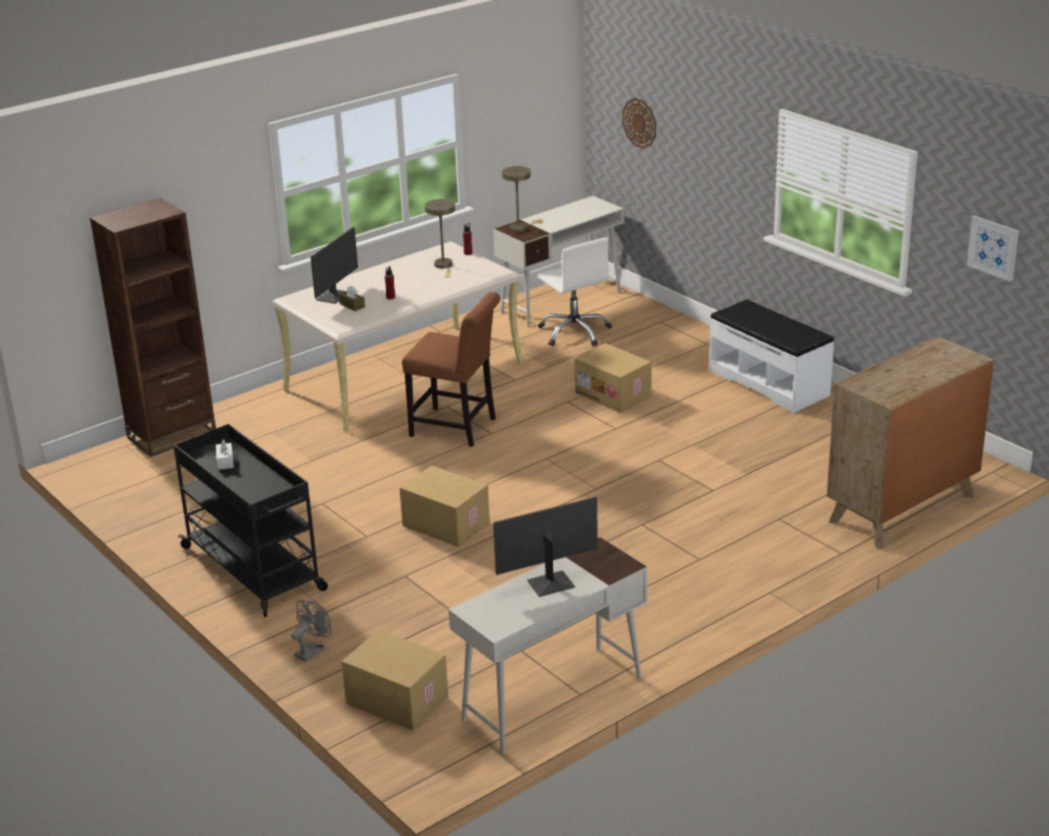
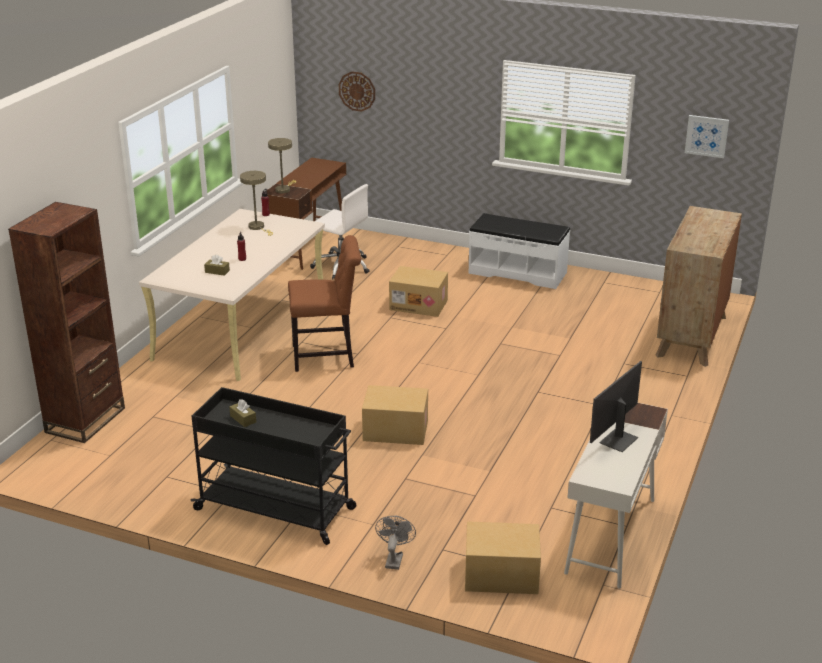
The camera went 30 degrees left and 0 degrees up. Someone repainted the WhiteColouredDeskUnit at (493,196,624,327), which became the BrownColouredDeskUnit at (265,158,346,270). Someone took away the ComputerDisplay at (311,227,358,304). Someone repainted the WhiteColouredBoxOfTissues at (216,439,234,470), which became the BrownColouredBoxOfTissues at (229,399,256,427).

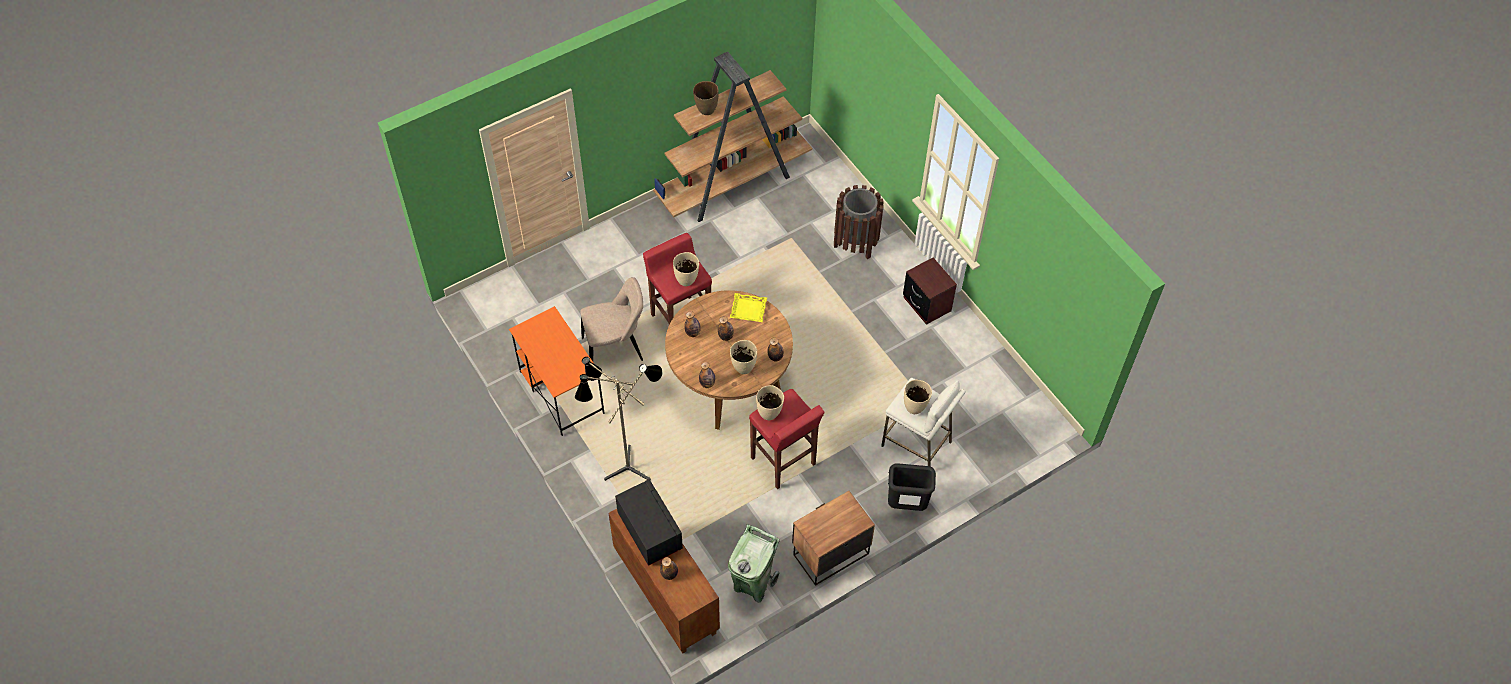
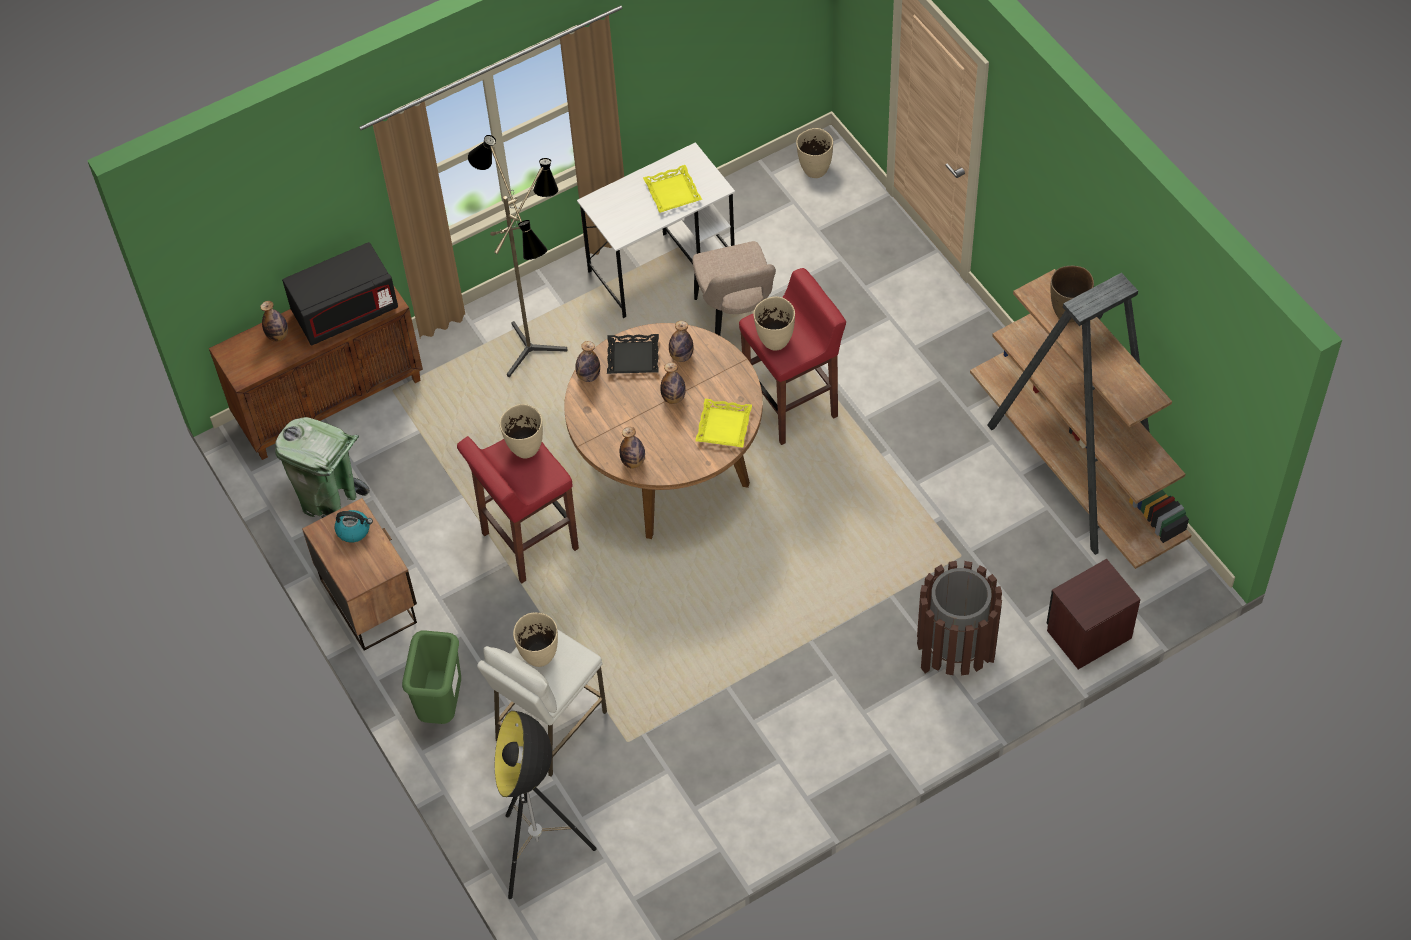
The camera went 95 degrees right and 0 degrees up. Someone carried the BrownColouredNightTable from (903,258,957,325) to (1047,559,1141,669). Someone repainted the OrangeColouredDeskUnit at (509,306,605,436), which became the WhiteColouredDeskUnit at (577,142,735,318). Someone carried the SandColouredDecorativeVase from (730,340,757,374) to (796,128,833,178). Someone repainted the BlackRubbishBin at (888,463,936,511), which became the GreenColouredRubbishBin at (402,631,461,724). Someone put down the YellowColouredTray at (643,165,702,213). Someone put down the BlackTray at (607,334,659,374). Someone put down the TeaKettle at (335,510,373,543). Someone put down the StandingLamp at (495,711,597,899).

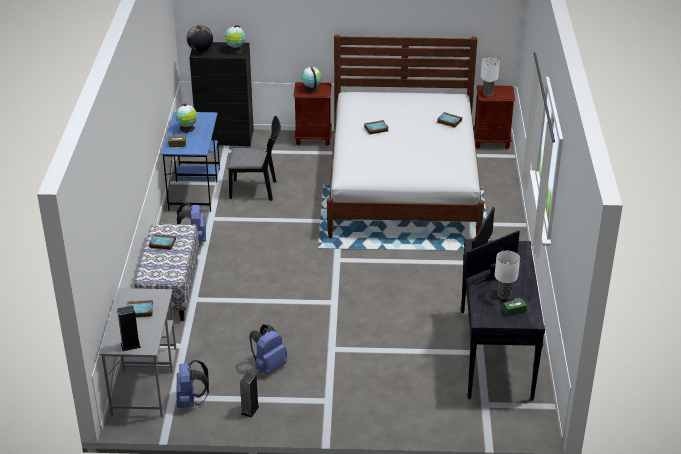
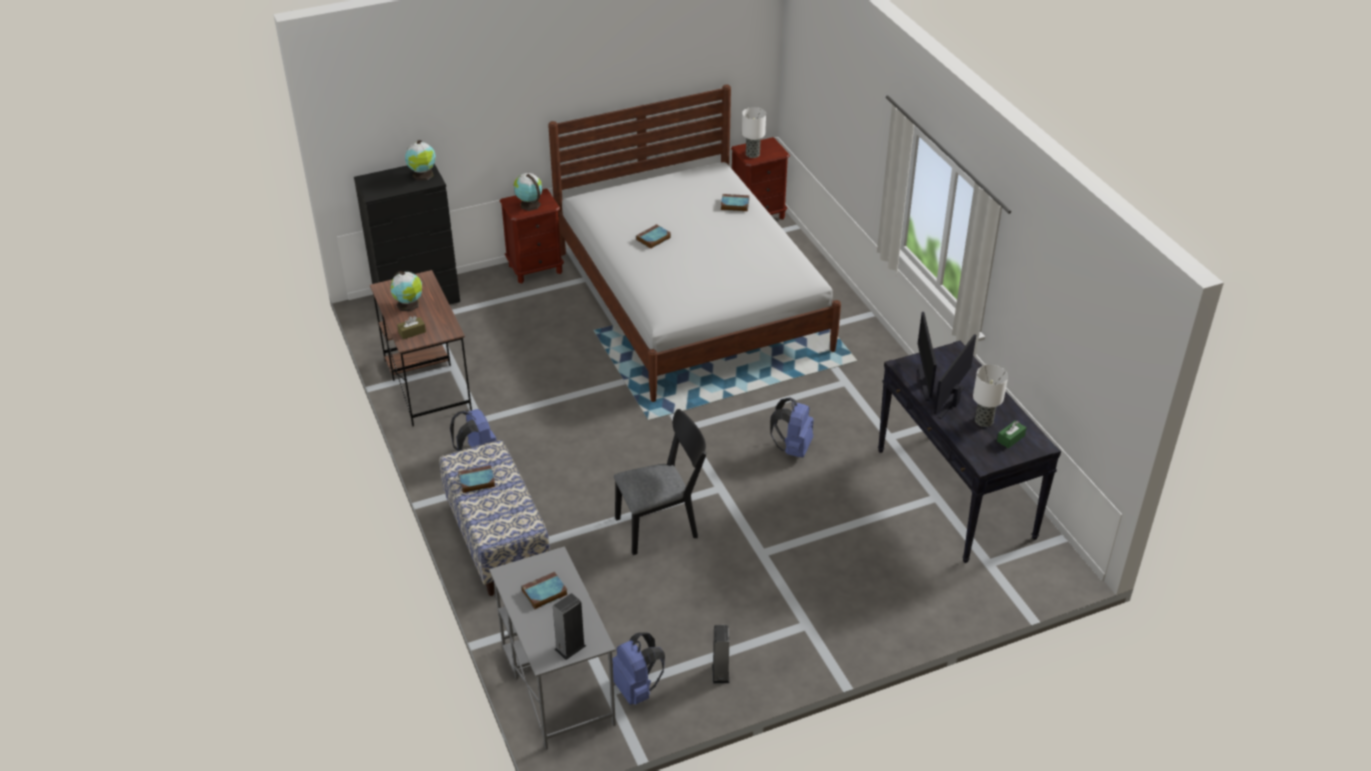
The camera went 25 degrees left and 5 degrees up. Someone took away the WorldGlobe at (187,25,213,52). Someone repainted the BlueDeskUnit at (161,112,220,212), which became the BrownColouredDeskUnit at (370,270,472,426). Someone carried the BlackChair from (227,116,281,201) to (614,409,706,555). Someone carried the BlueKnapsack from (249,324,287,375) to (770,397,814,458).

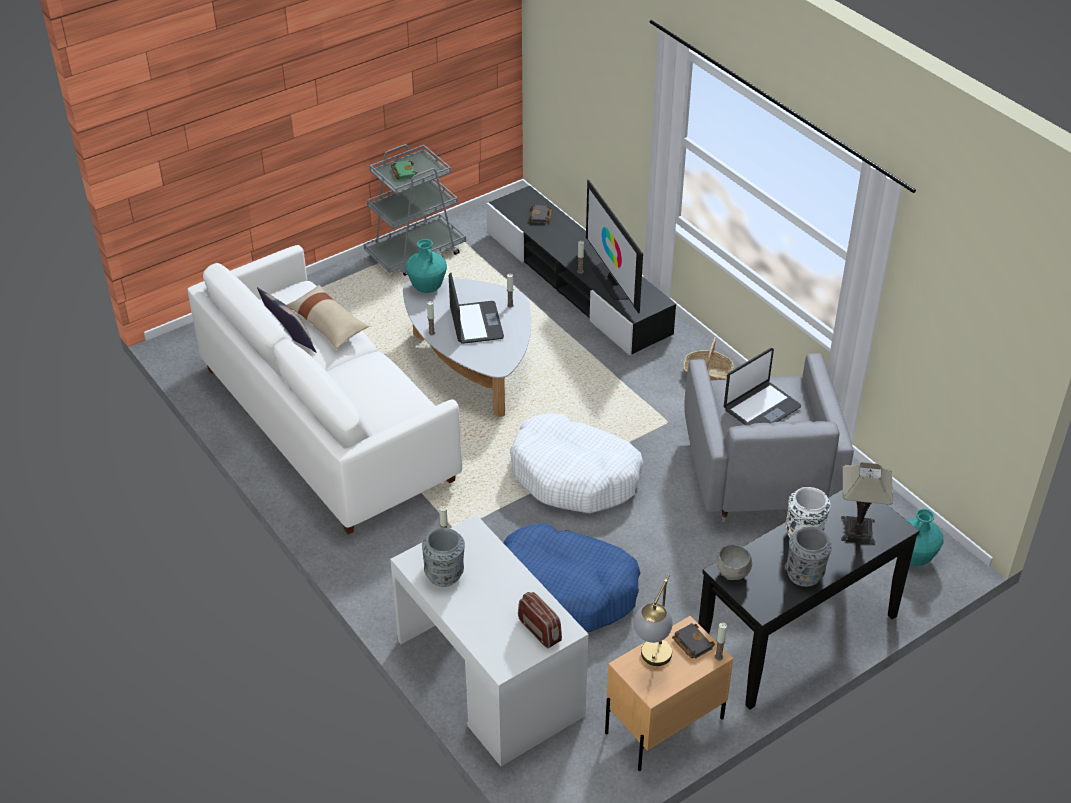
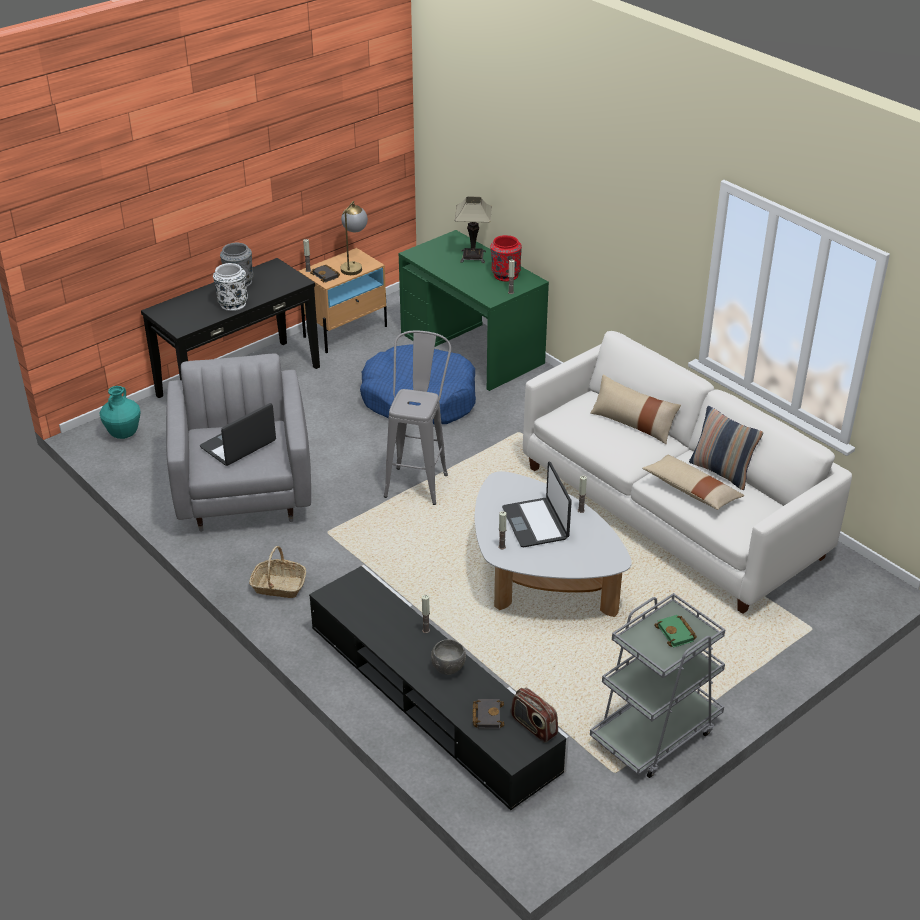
The camera went 175 degrees right and 5 degrees down. Someone took away the Television at (586,180,643,313). Someone took away the TurquoiseDecorativeVase at (406,239,447,293). Someone swapped the WhiteColouredPetBed at (510,413,643,513) for the GreySittingStool at (384,330,451,505). Someone carried the TabletopLamp from (841,462,893,544) to (454,196,492,263). Someone repainted the WhiteColouredDeskUnit at (390,515,589,766), which became the GreenColouredDeskUnit at (399,230,549,391). Someone repainted the GreyDecorativeVase at (422,528,465,587), which became the ReddishDecorativeVase at (490,235,522,281). Someone carried the GreyBowl from (716,545,752,580) to (431,639,466,675). Someone carried the RadioReceiver from (518,592,562,648) to (511,688,558,743). Someone put down the SandColouredThrowPillow at (591,375,681,444).

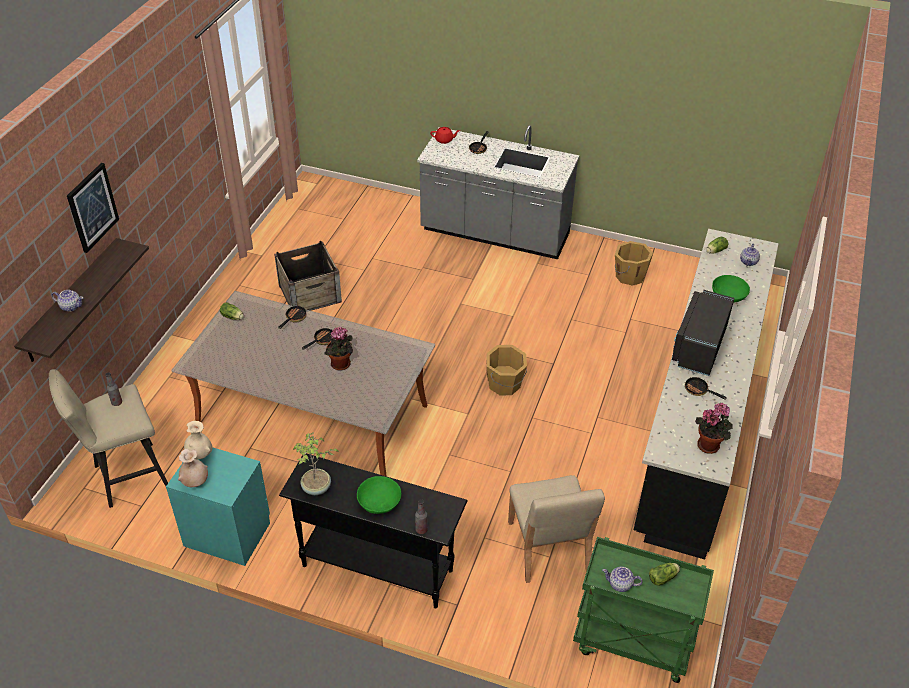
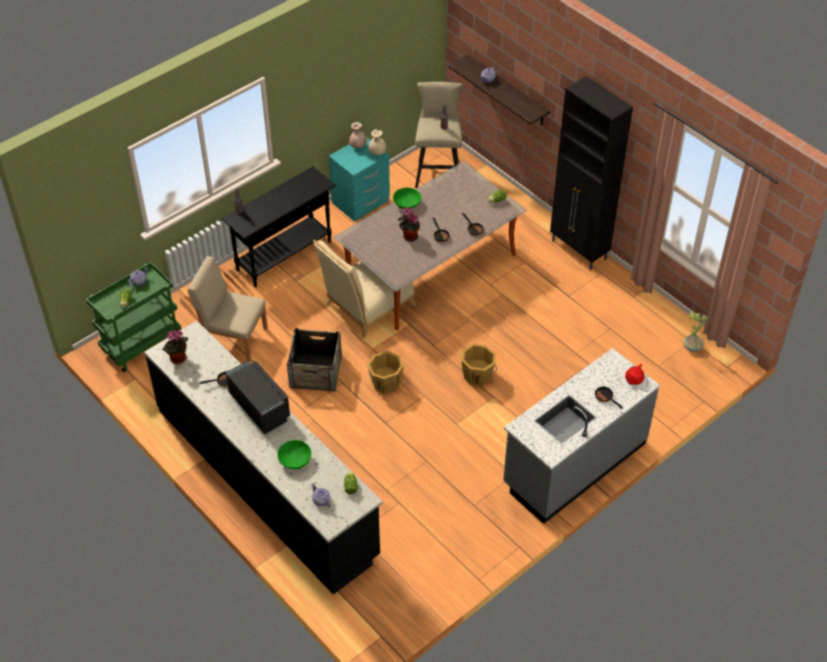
The camera went 120 degrees right and 5 degrees up. Someone took away the WallPicture at (67,163,119,253). Someone carried the PackingCrate from (274,241,342,311) to (287,328,342,392). Someone carried the OrangeColouredWaterBucket from (615,241,653,286) to (461,343,497,386). Someone carried the Houseplant from (293,432,339,495) to (684,311,709,352). Someone carried the GreenColouredBowl from (357,476,401,514) to (393,188,421,209). Someone put down the BlackStorageCabinet at (550,76,633,270). Someone put down the SandColouredChair at (313,240,416,338).

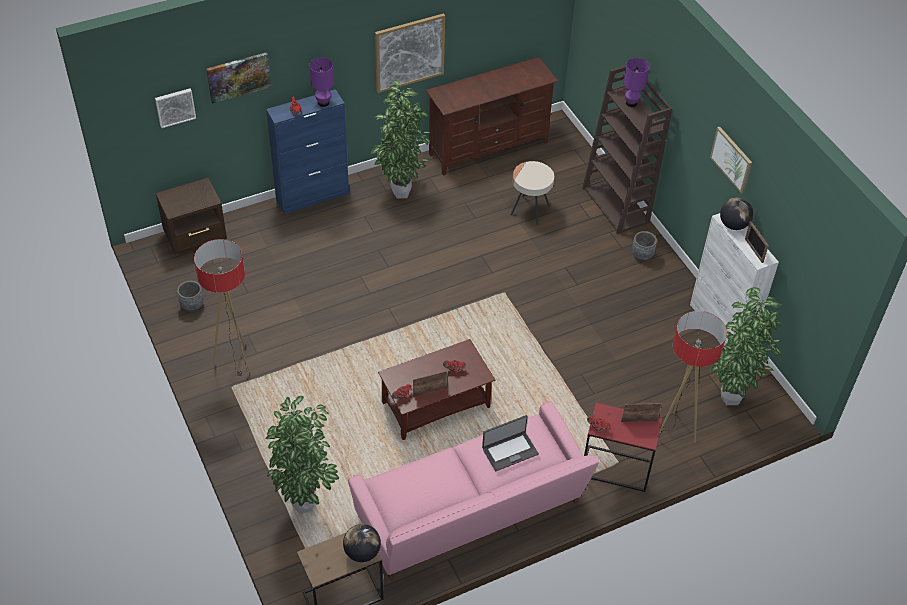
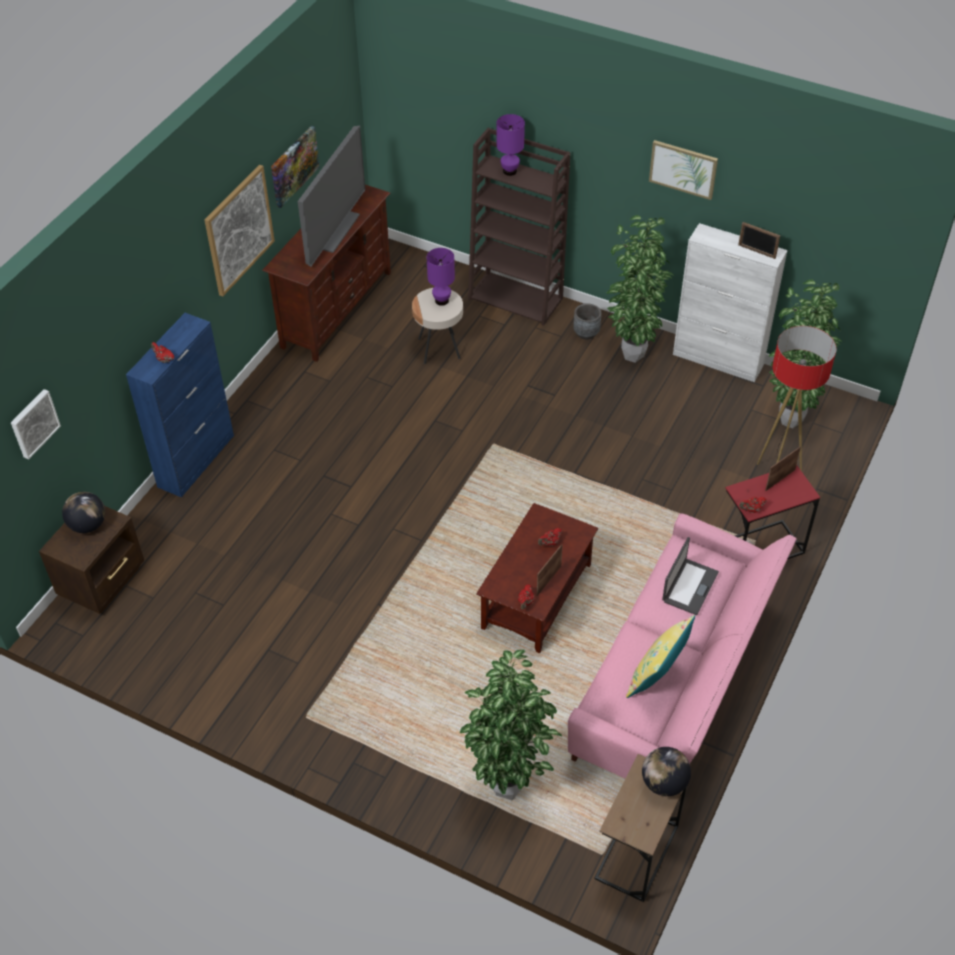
The camera went 35 degrees left and 0 degrees up. Someone carried the WallPicture from (206,52,271,104) to (271,126,320,208). Someone carried the PurpleTabletopLamp from (309,57,334,107) to (427,248,455,306). Someone carried the Houseplant from (371,80,431,199) to (607,215,674,363). Someone carried the WorldGlobe from (720,198,753,230) to (62,492,105,533). Someone took away the StandingLamp at (194,239,249,376). Someone took away the GreyPlantPot at (177,281,204,312). Someone put down the Television at (298,126,365,267). Someone put down the YellowColouredThrowPillow at (626,615,695,698).

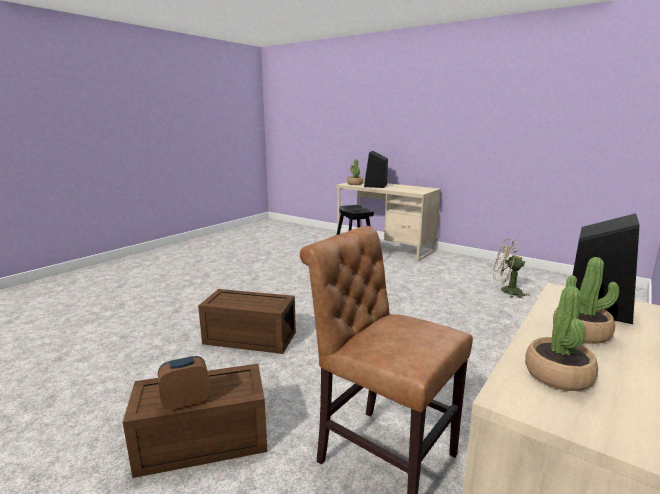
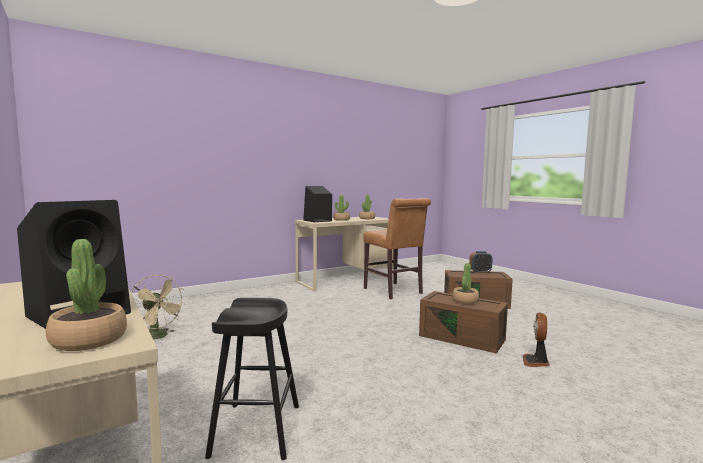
The camera went 160 degrees left and 10 degrees down. Someone put down the Houseplant at (452,263,479,304). Someone put down the ElectricFan at (523,313,550,367).

